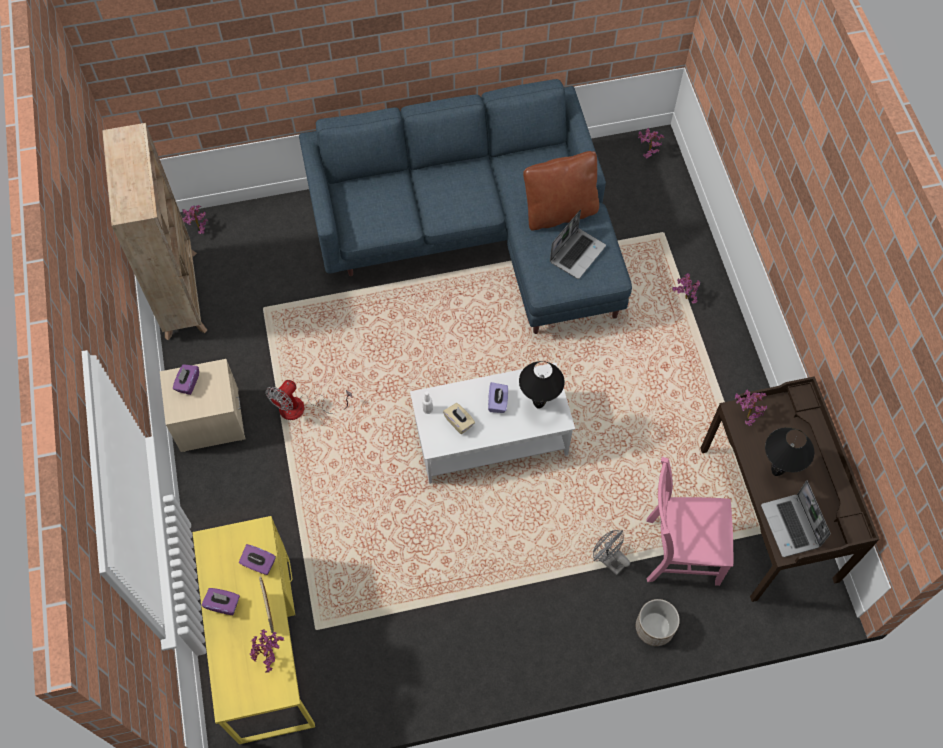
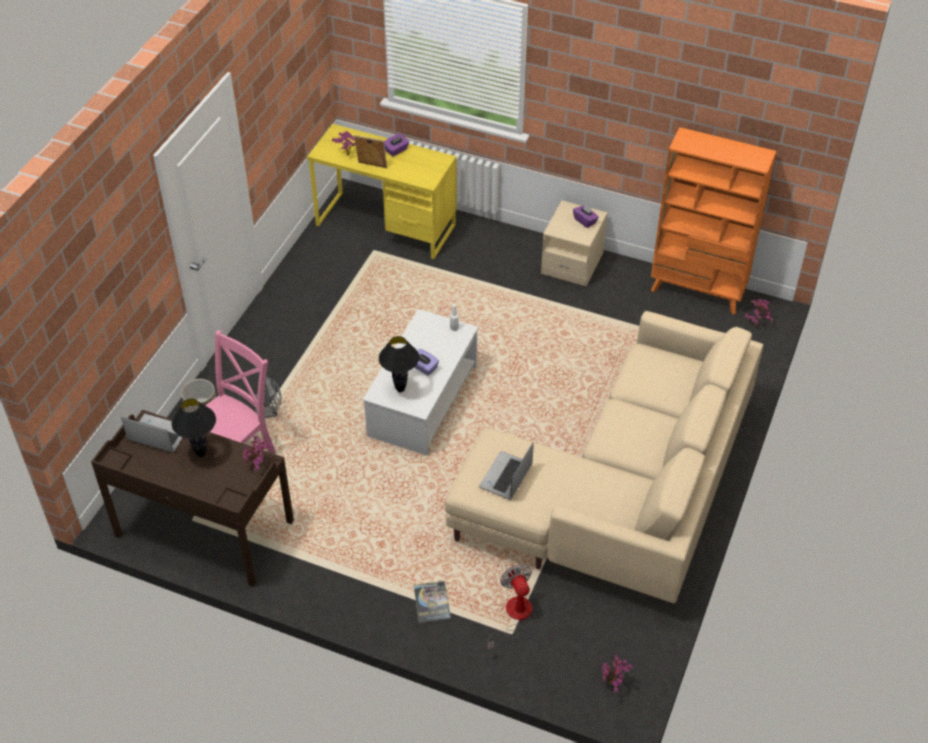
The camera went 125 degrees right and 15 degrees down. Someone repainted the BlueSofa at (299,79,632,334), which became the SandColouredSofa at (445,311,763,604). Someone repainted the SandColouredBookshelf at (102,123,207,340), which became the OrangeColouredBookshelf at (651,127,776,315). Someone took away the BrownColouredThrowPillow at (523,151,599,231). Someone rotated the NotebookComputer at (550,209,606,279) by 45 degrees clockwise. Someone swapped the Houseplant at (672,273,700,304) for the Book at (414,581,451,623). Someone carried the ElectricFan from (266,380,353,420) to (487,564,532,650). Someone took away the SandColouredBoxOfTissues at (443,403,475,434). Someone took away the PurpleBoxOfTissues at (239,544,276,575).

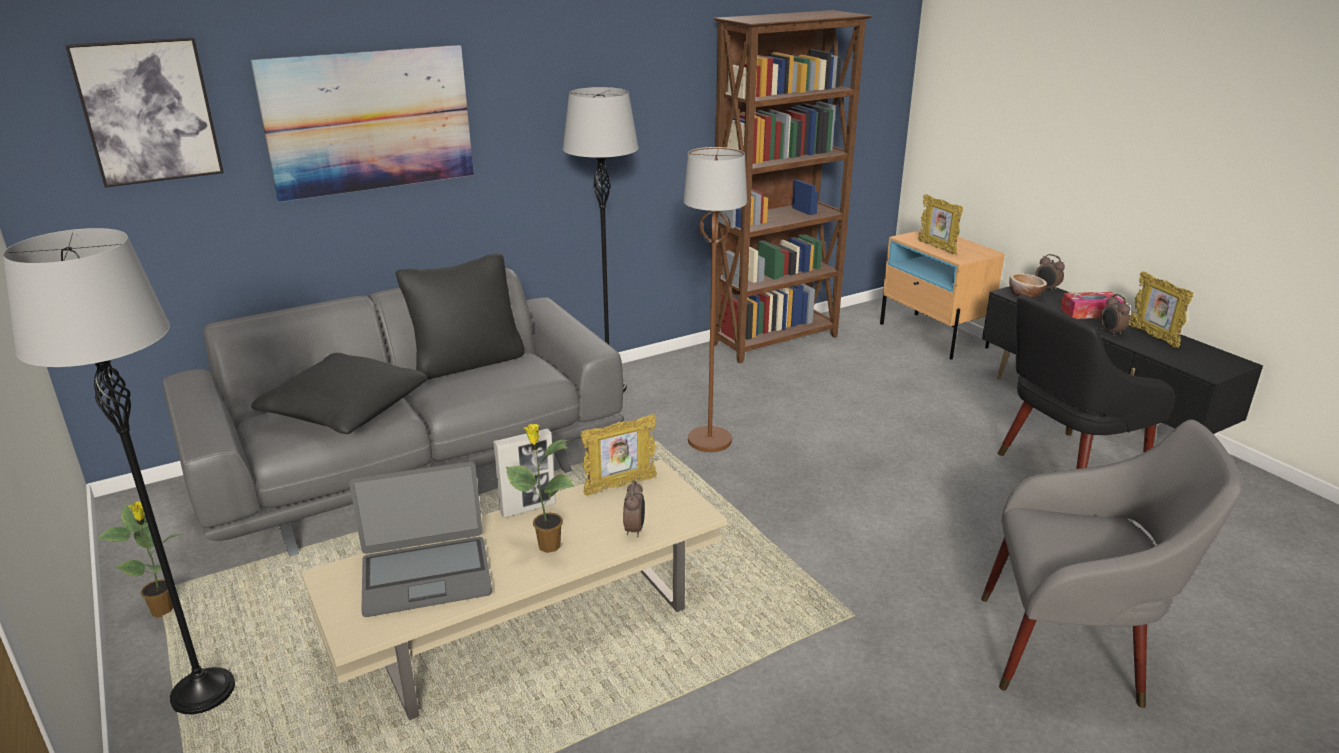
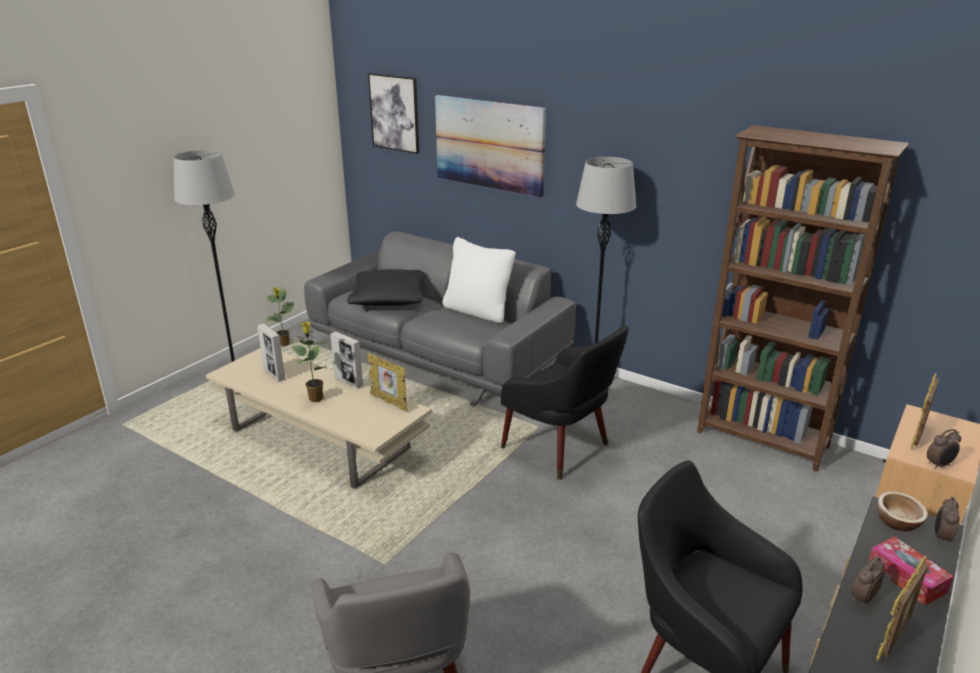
The camera went 65 degrees right and 0 degrees up. Someone swapped the BrownColouredStandingLamp at (683,147,747,452) for the BlackArmchair at (501,325,629,480). Someone repainted the BlackThrowPillow at (396,253,524,380), which became the WhiteColouredThrowPillow at (442,237,516,323). Someone swapped the NotebookComputer at (349,461,492,617) for the PhotoFrame at (257,324,286,381). Someone carried the TableClock from (623,481,645,537) to (927,429,961,469).

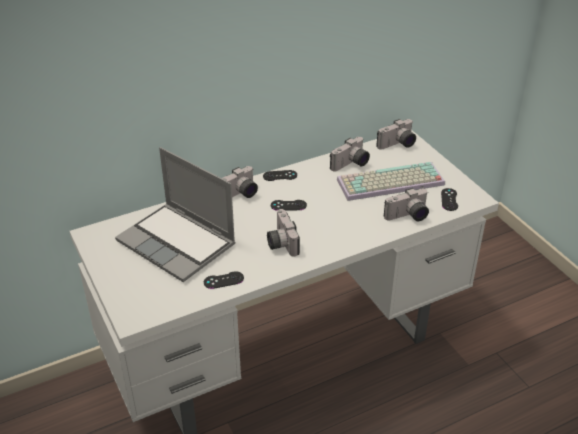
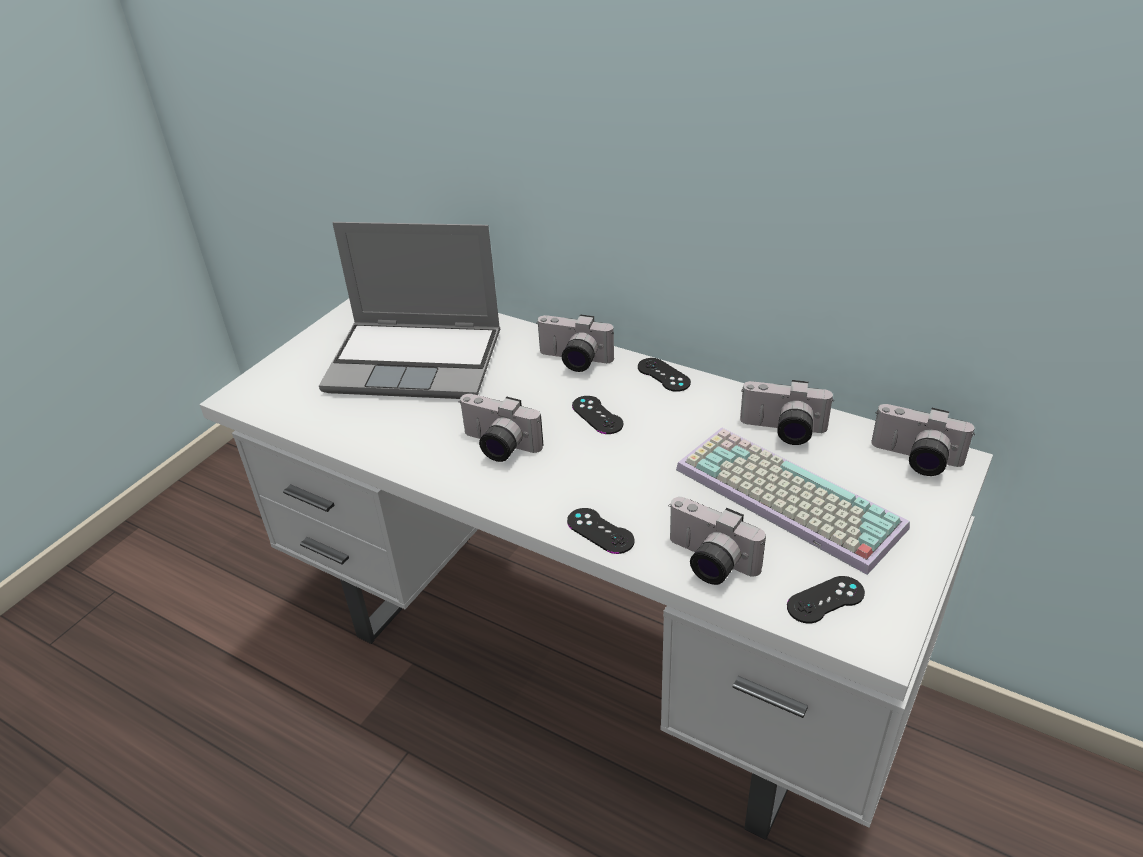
The camera went 60 degrees right and 0 degrees up. Someone rotated the NotebookComputer at (115,147,235,282) by 90 degrees counterclockwise. Someone rotated the PhotoCamera at (267,209,300,257) by 105 degrees counterclockwise. Someone carried the BlackGameController from (204,271,244,289) to (567,508,635,554).

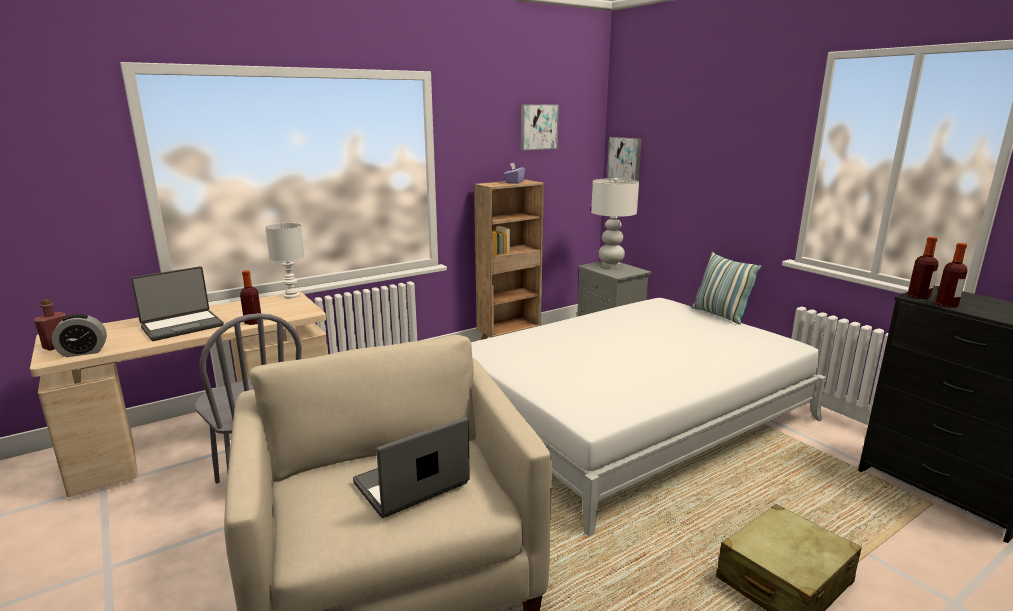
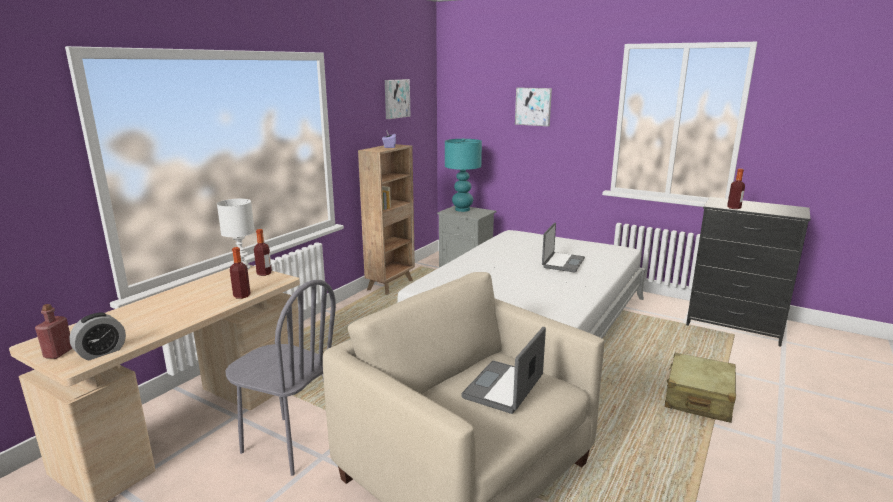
The camera went 25 degrees left and 0 degrees up. Someone carried the WallPicture from (607,137,642,181) to (515,88,552,127). Someone repainted the WhiteColouredTabletopLamp at (591,178,639,268), which became the TurquoiseTabletopLamp at (445,138,482,212). Someone carried the BeverageBottle from (908,237,939,299) to (254,229,272,276). Someone took away the ThrowPillow at (691,252,762,325). Someone carried the NotebookComputer from (131,266,224,341) to (542,223,585,272).

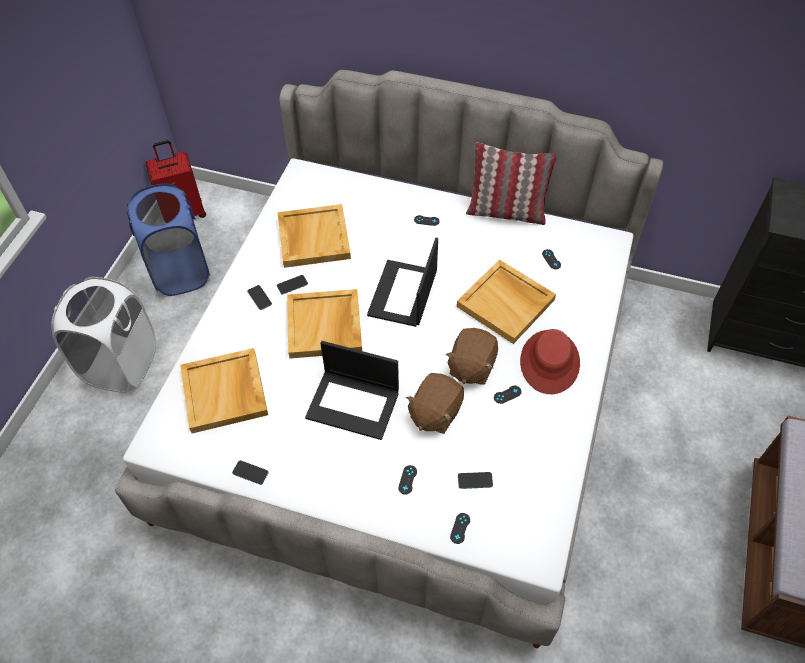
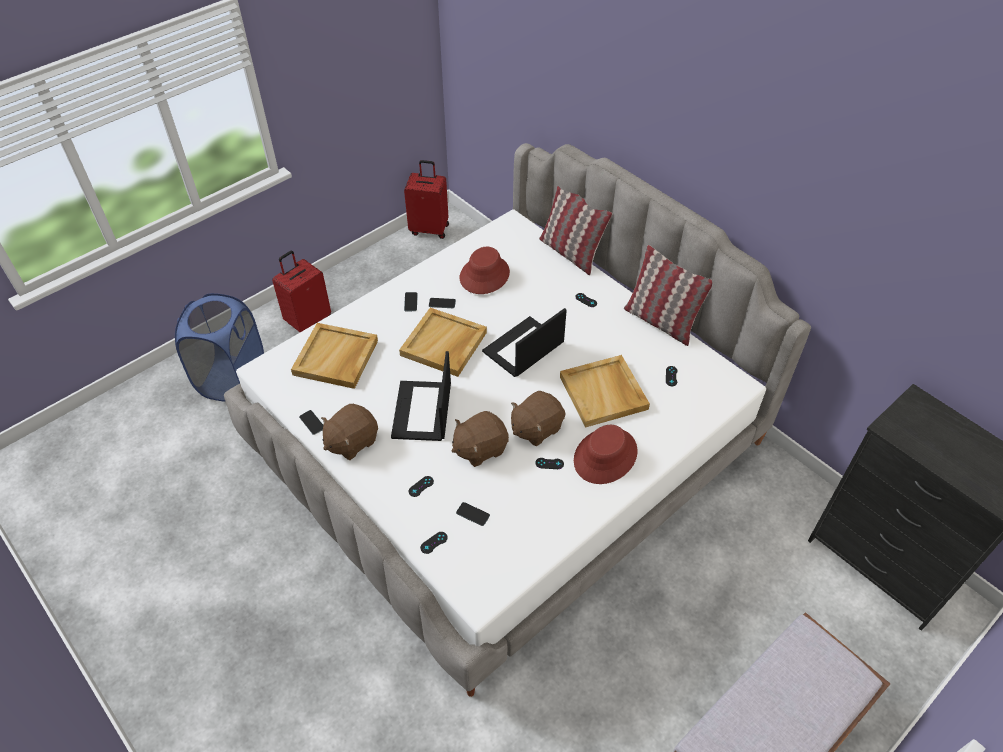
The camera went 30 degrees right and 5 degrees down. Someone carried the BlueHamper from (126,184,211,296) to (175,293,264,402). Someone swapped the SandColouredTray at (278,204,351,268) for the ReddishWearableHat at (460,247,510,294). Someone swapped the WhiteColouredHamper at (51,277,156,393) for the ReddishTravelCase at (272,251,331,332). Someone rotated the NotebookComputer at (305,341,399,440) by 45 degrees clockwise. Someone put down the ThrowPillow at (539,186,612,275). Someone put down the BrownColouredSoftToy at (321,404,378,460).

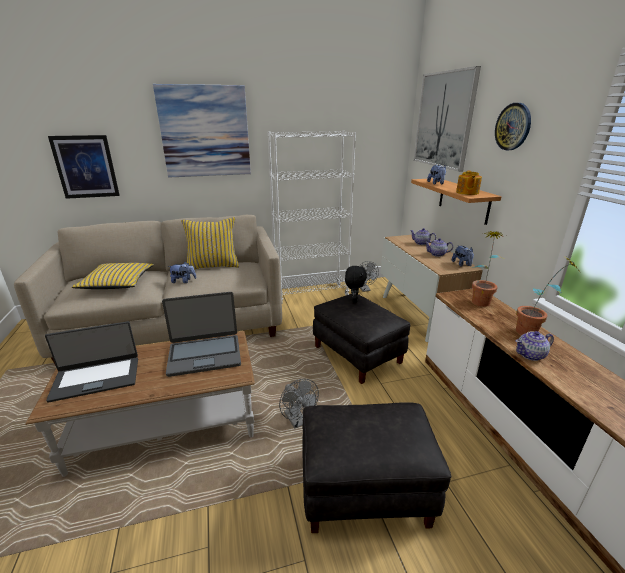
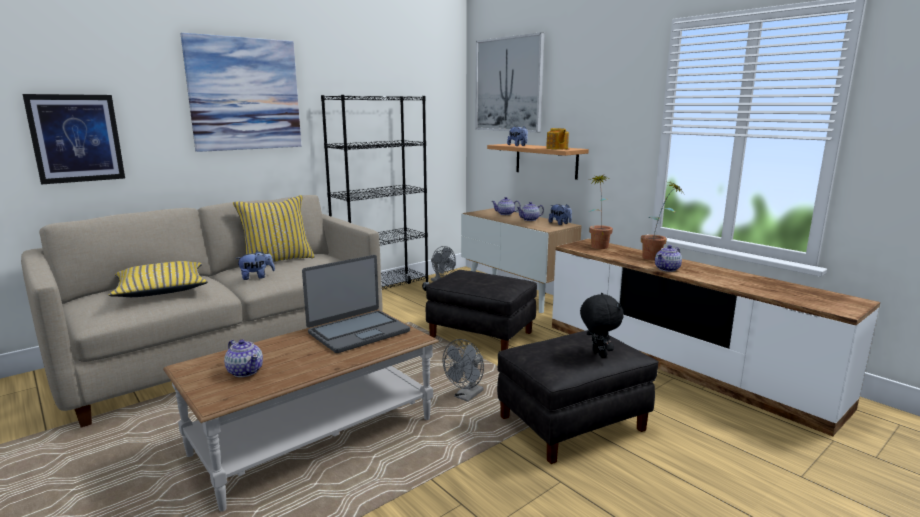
The camera went 25 degrees left and 10 degrees down. Someone took away the ClockOnTheWall at (495,103,531,150). Someone repainted the WhiteColouredBookshelf at (267,130,356,303), which became the BlackBookshelf at (321,95,429,291). Someone carried the BlackSoftToy from (345,266,367,303) to (580,293,624,358). Someone swapped the NotebookComputer at (45,321,138,402) for the Teapot at (224,339,263,377). Someone rotated the GreyElectricFan at (279,379,319,429) by 90 degrees clockwise.

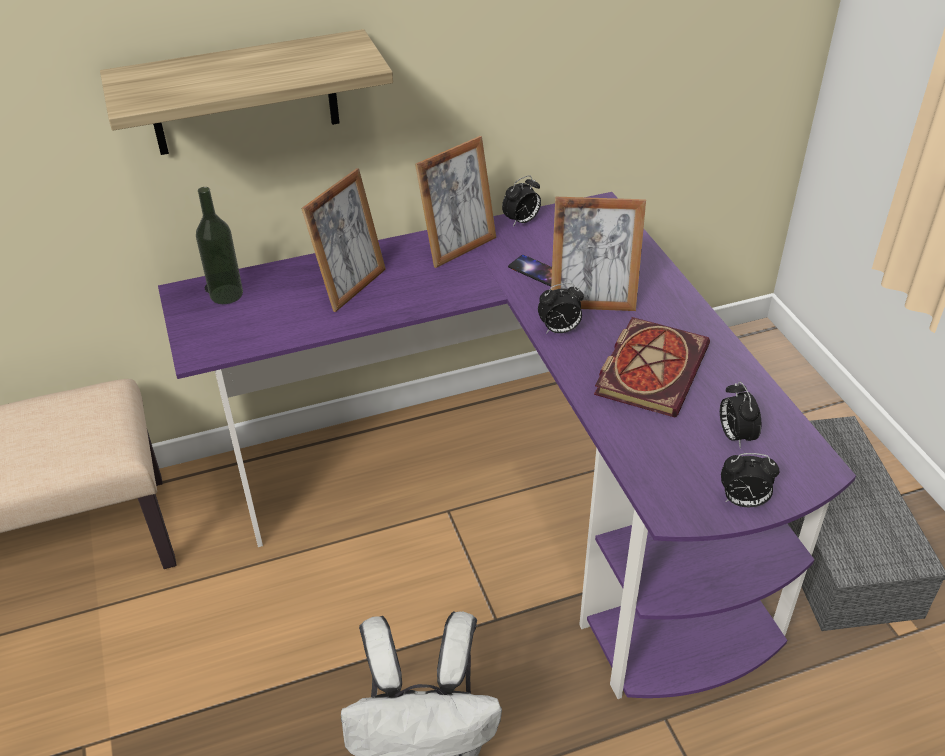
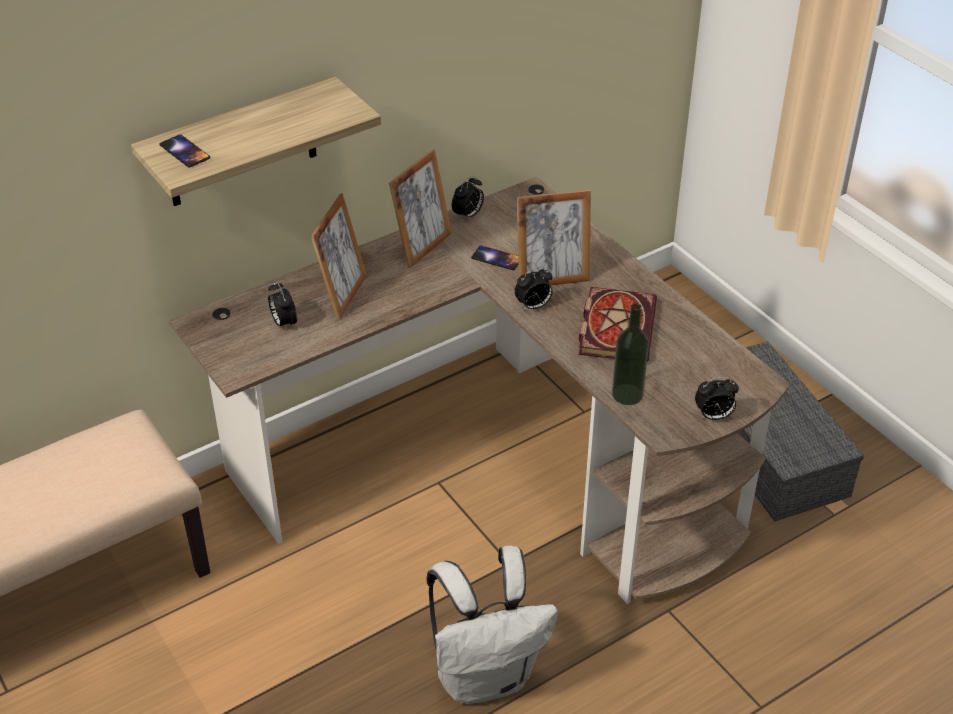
The camera went 15 degrees left and 0 degrees up. Someone carried the BeverageBottle from (196,187,243,304) to (612,303,649,405). Someone repainted the PurpleDeskUnit at (158,192,856,699), which became the BrownColouredDeskUnit at (168,177,790,604). Someone carried the TableClock from (720,382,762,449) to (268,281,297,331). Someone put down the Telephone at (159,134,210,168).

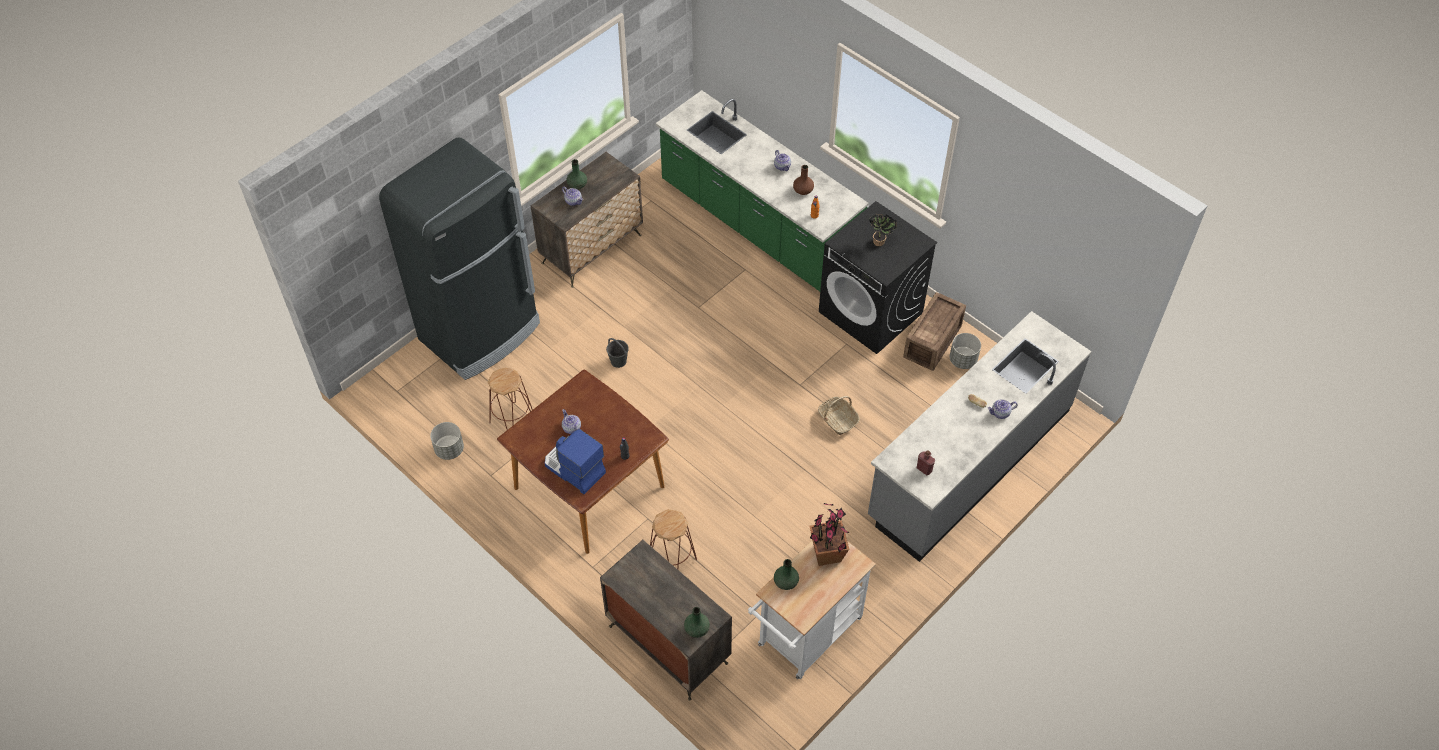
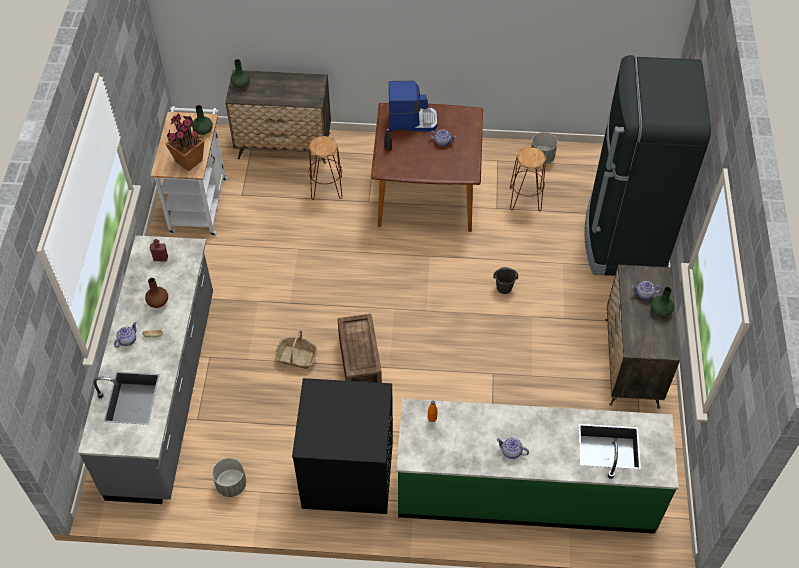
The camera went 140 degrees right and 0 degrees up. Someone carried the BrownColouredDecorativeVase from (793,165,814,195) to (145,278,168,308). Someone took away the Houseplant at (869,214,897,246). Someone carried the PackingCrate from (903,292,966,371) to (338,314,382,383).

